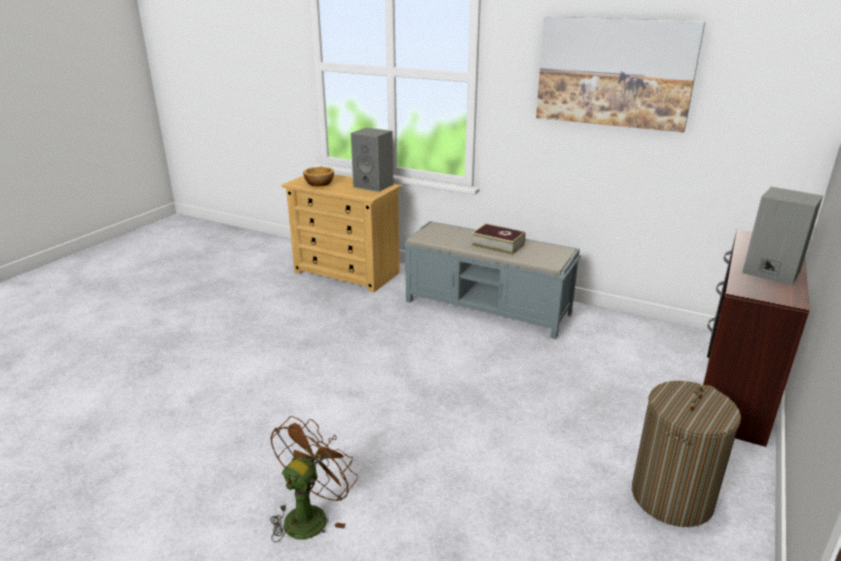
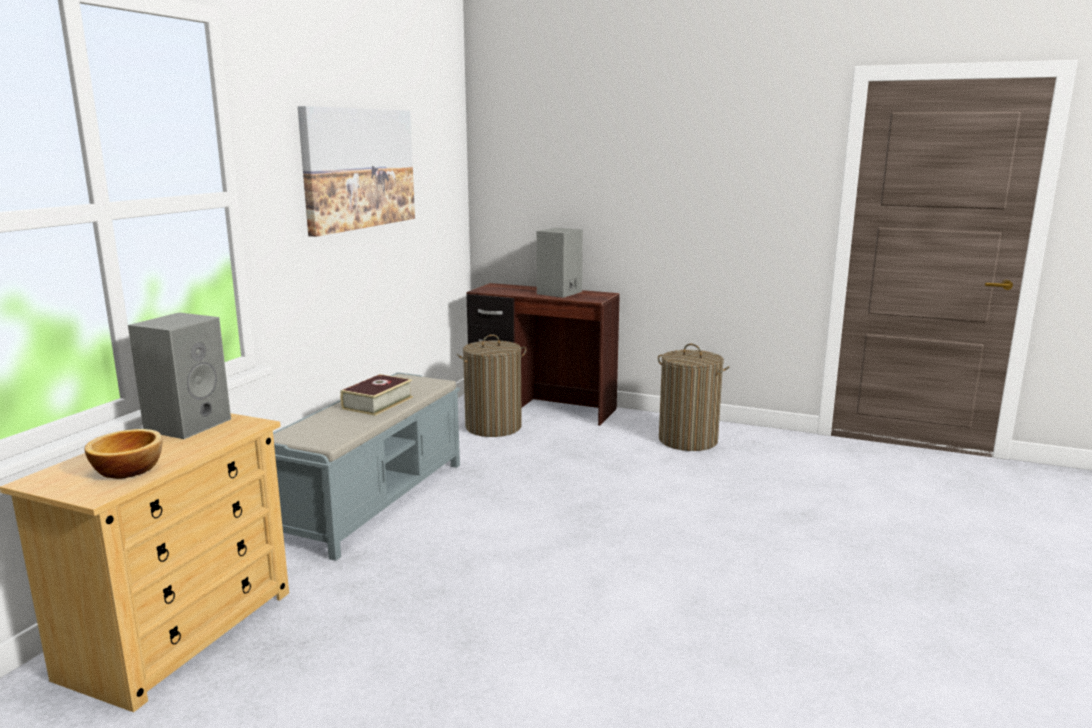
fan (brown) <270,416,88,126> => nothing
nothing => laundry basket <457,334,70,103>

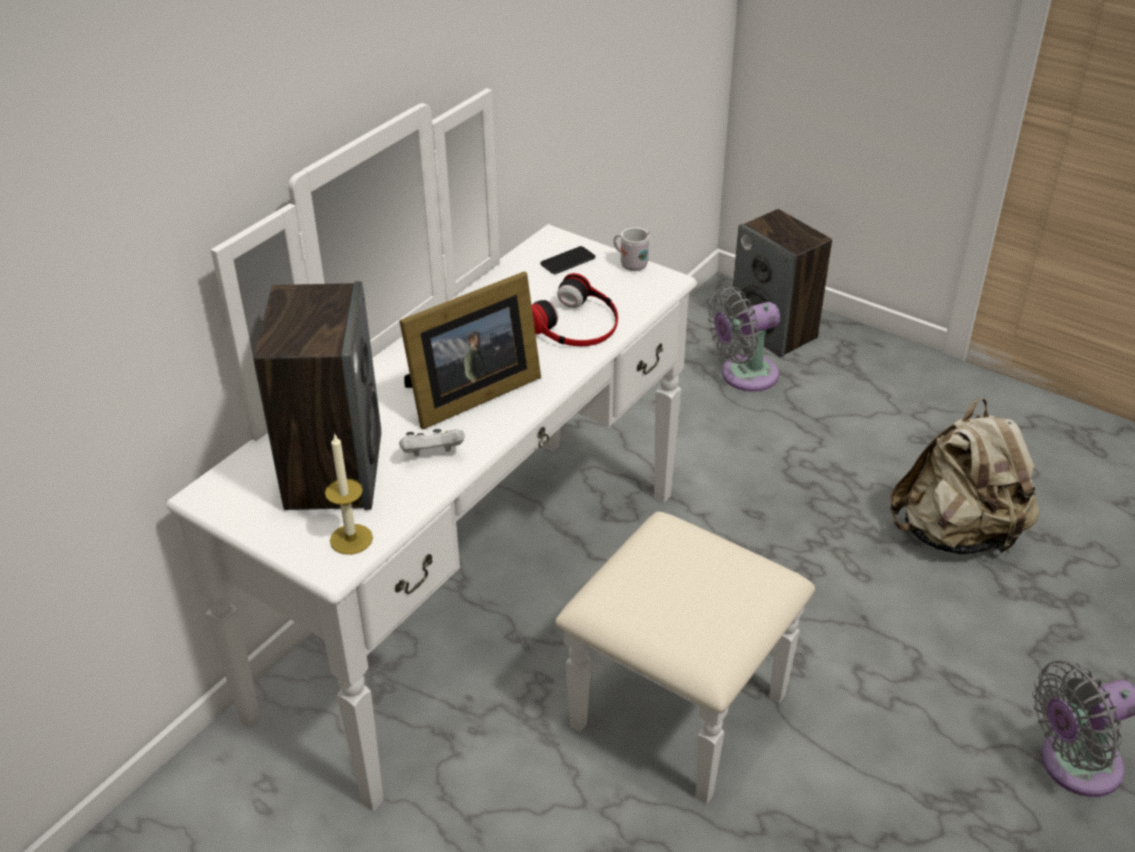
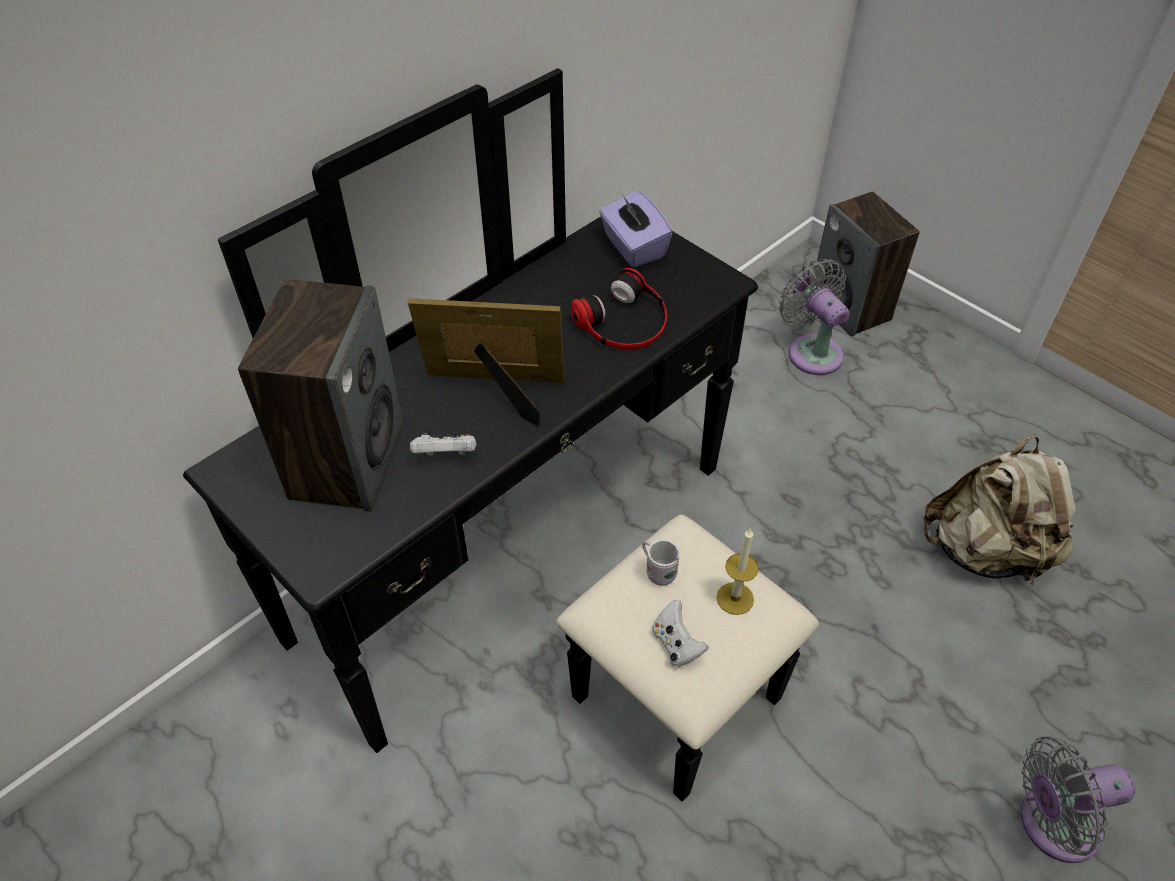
nothing => game controller (white) <653,600,56,67>
candle <325,433,48,122> => candle <716,528,43,87>, shifted
mug (white) <613,227,37,44> => mug (white) <642,539,38,47>, shifted
phone <540,246,56,28> => tissue box (purple) <599,191,74,77>
dresser (white) <166,88,649,723> => dresser (black) <183,68,636,733>
picture frame <399,271,142,158> => picture frame <408,298,157,128>, 150 degrees counterclockwise
fan (grey) <708,286,72,106> => fan (grey) <779,259,70,116>, 75 degrees clockwise

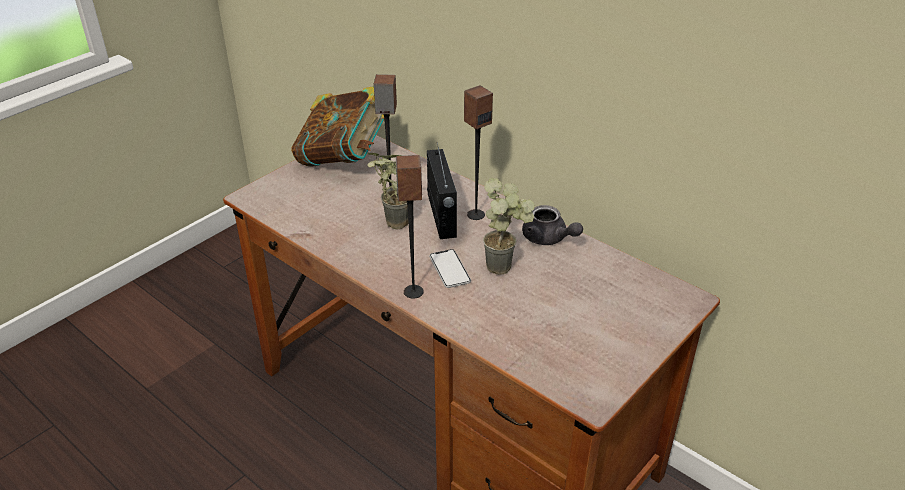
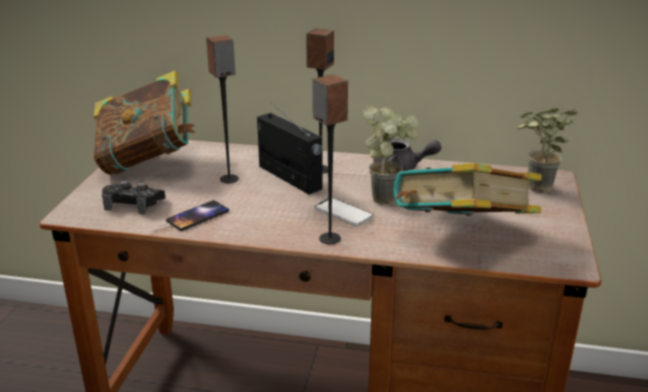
nothing => game controller (black) <102,181,63,34>
nothing => phone <166,200,63,31>
nothing => book <393,163,148,53>
potted plant <367,153,42,76> => potted plant <517,108,61,85>, shifted

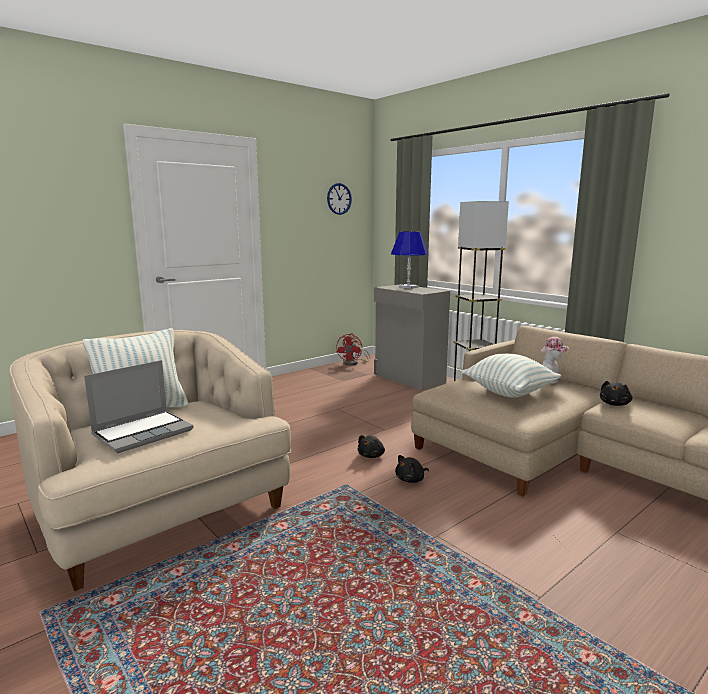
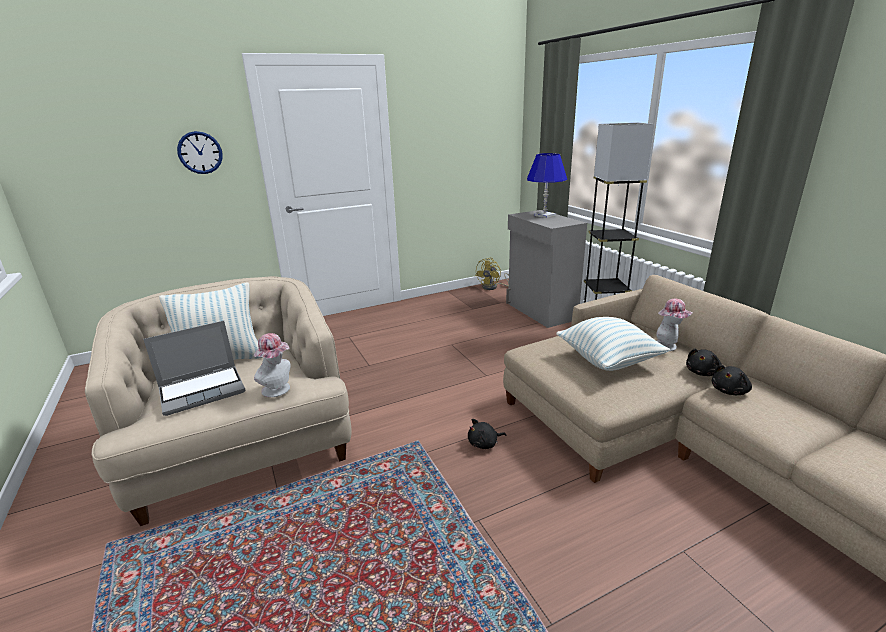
nothing => hat <254,333,37,64>
wall clock <327,183,25,32> => wall clock <177,131,46,43>, shifted
plush toy (black) <358,435,27,23> => plush toy (black) <686,348,36,28>, shifted
fan (red) <336,333,34,33> => fan (yellow) <475,258,34,32>

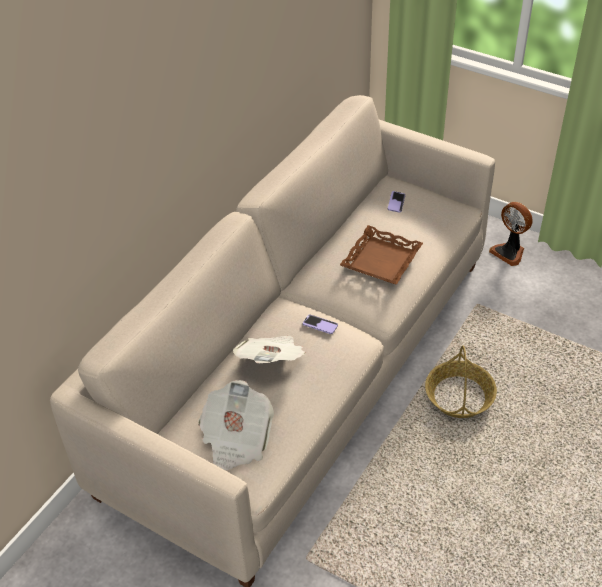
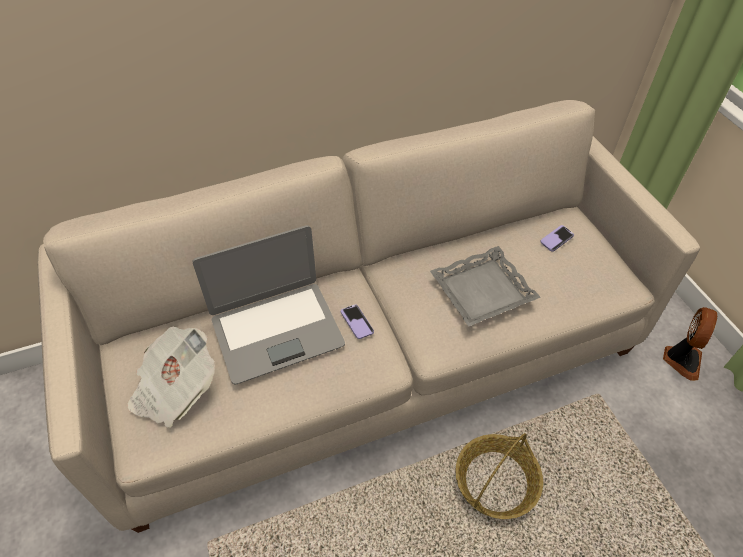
newspaper <233,335,73,28> => laptop <193,225,152,159>
tray (brown) <340,225,83,60> => tray (grey) <430,246,111,81>
fan <489,202,44,64> => fan <663,307,54,74>, 150 degrees counterclockwise

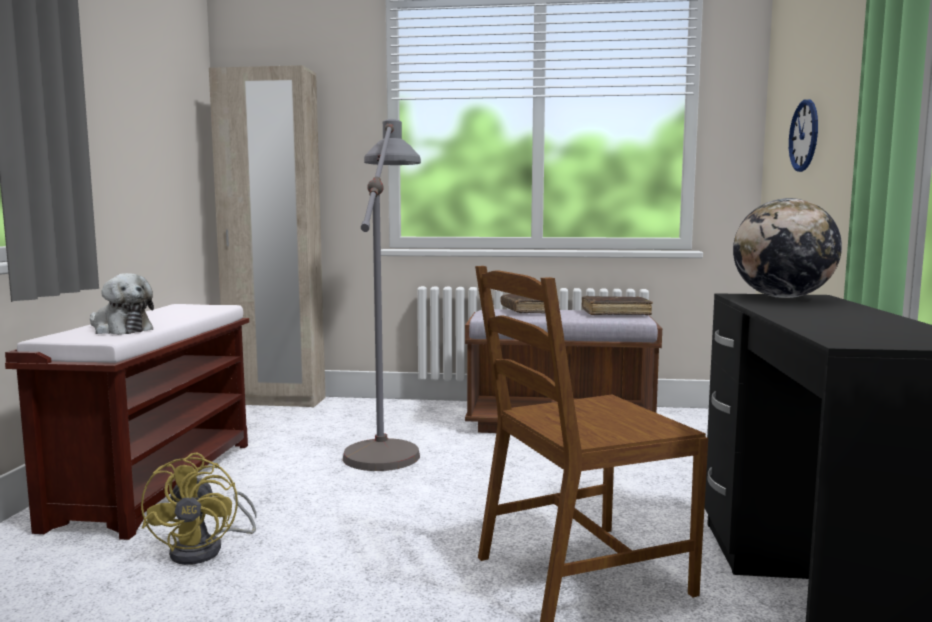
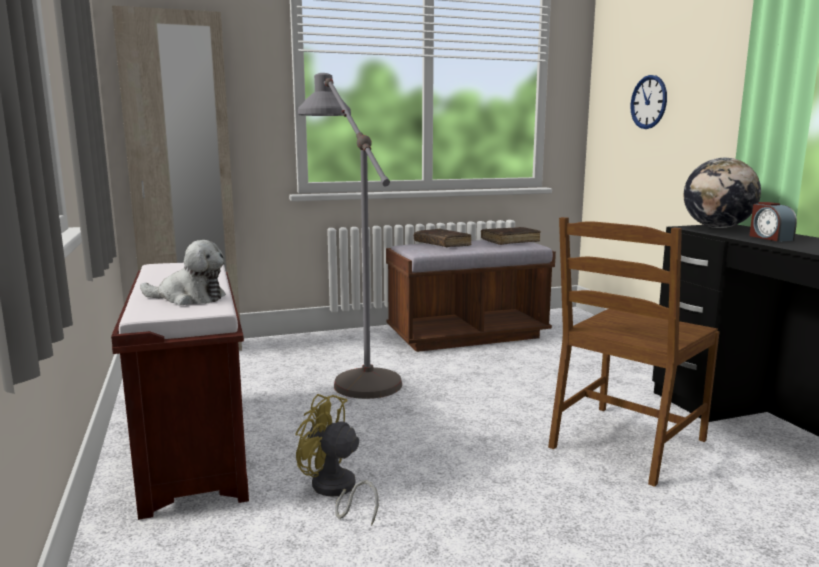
nothing => alarm clock <749,202,48,40>
fan (yellow) <141,453,116,112> => fan (yellow) <295,394,84,132>, 150 degrees clockwise

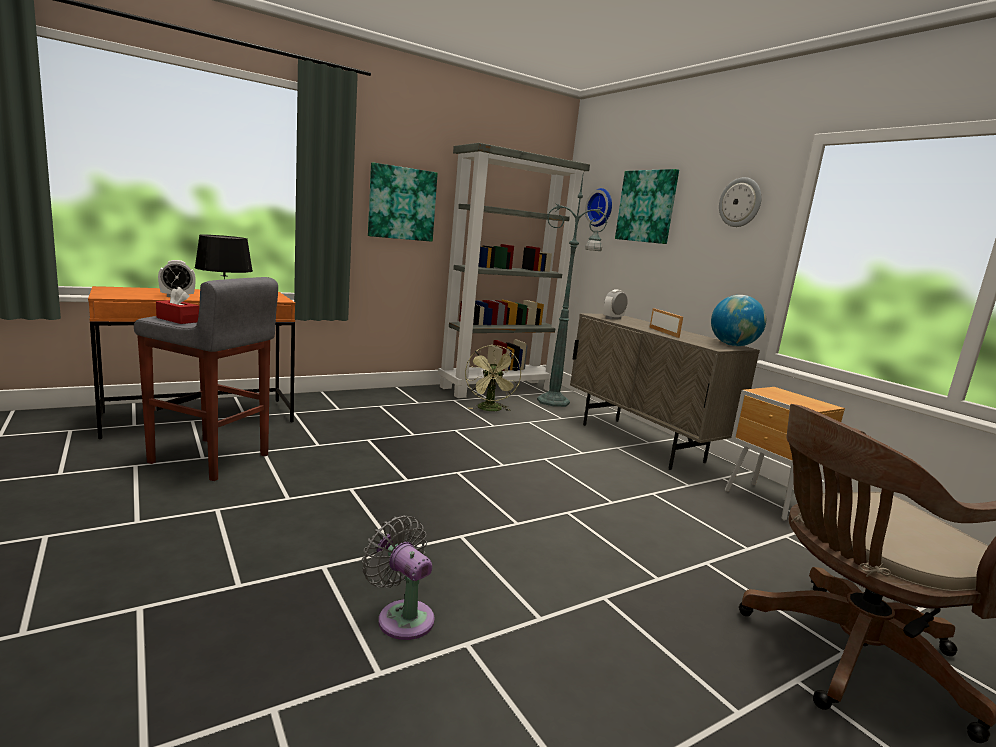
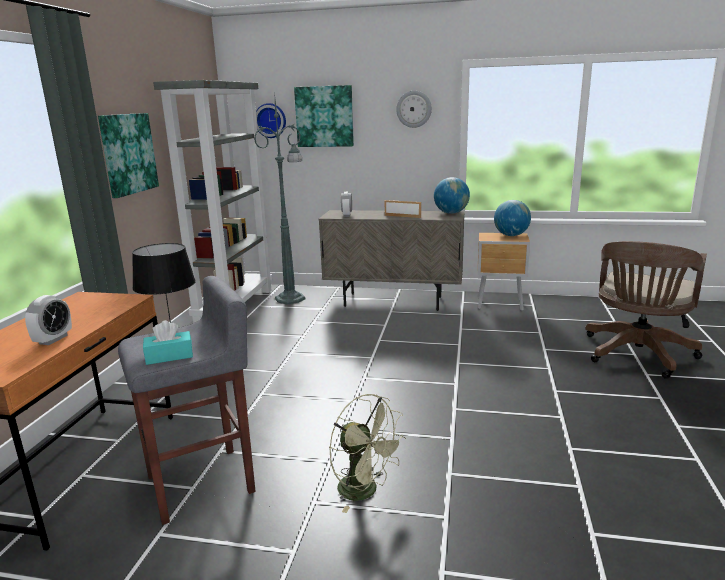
fan (grey) <362,515,73,125> => nothing
nothing => globe <494,200,37,36>
fan (green) <465,345,56,66> => fan (green) <329,394,77,119>, shifted
tissue box (red) <156,287,43,37> => tissue box (turquoise) <143,320,50,45>

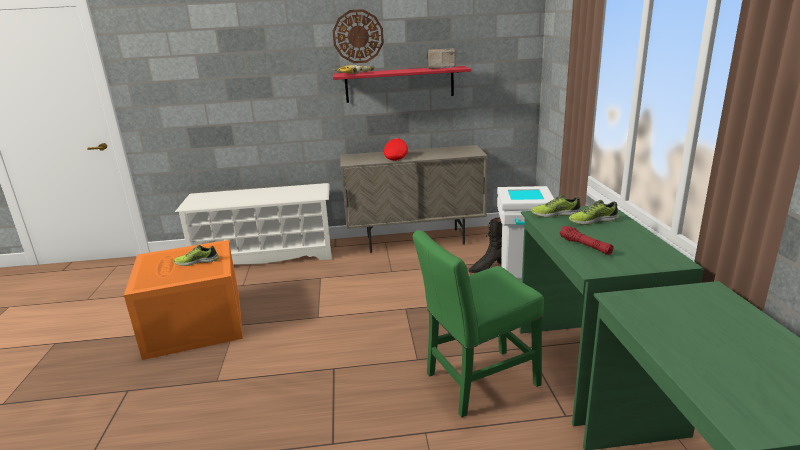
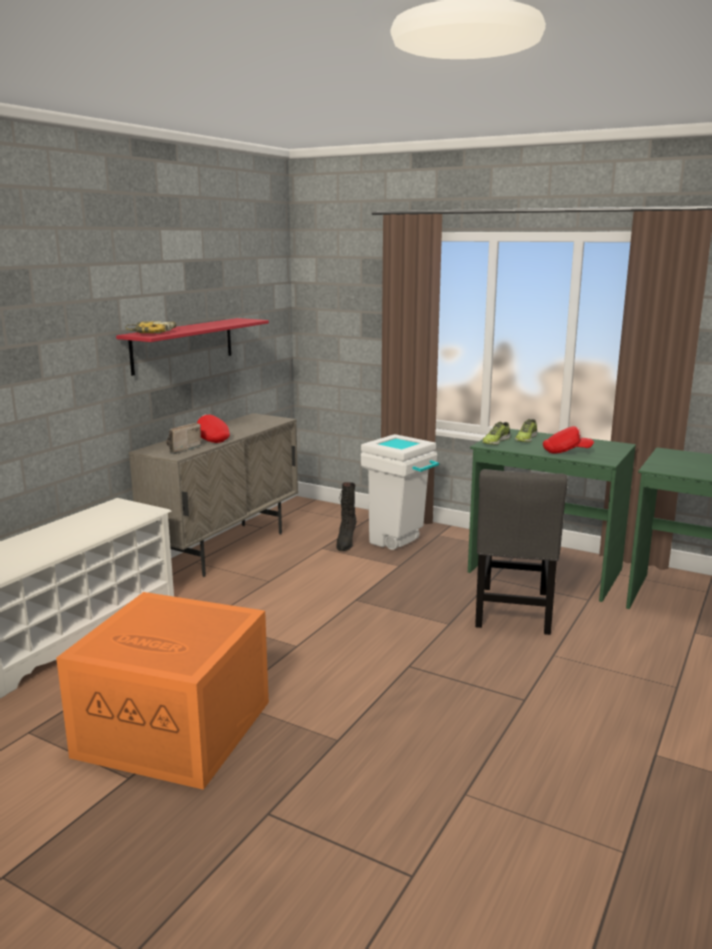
shoe <174,245,45,21> => nothing
wall clock <333,9,51,54> => nothing
radio <427,49,29,20> => radio <167,423,35,31>, shifted
flashlight (red) <559,226,54,29> => cap (red) <543,426,51,27>
chair (green) <413,230,131,187> => chair (grey) <475,469,93,166>

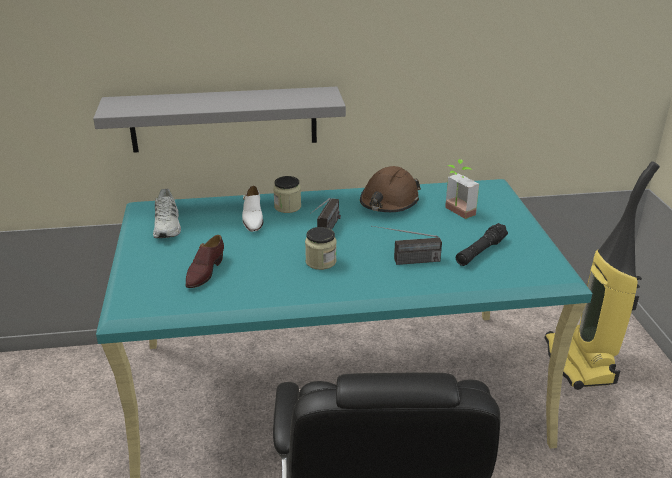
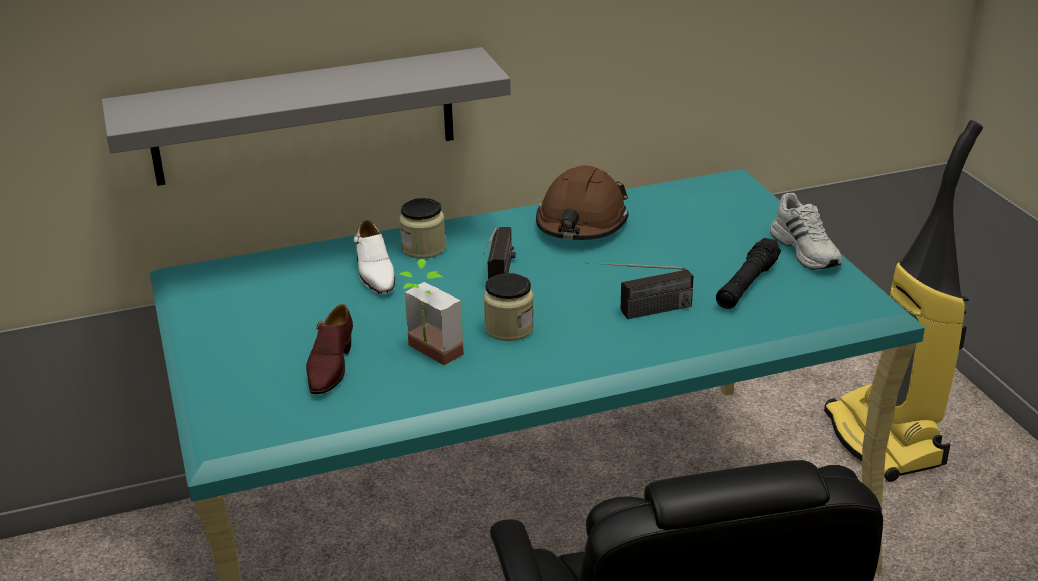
shoe (white) <153,189,28,49> => shoe (white) <770,193,72,77>, shifted
potted plant <445,159,34,60> => potted plant <398,259,66,106>, shifted

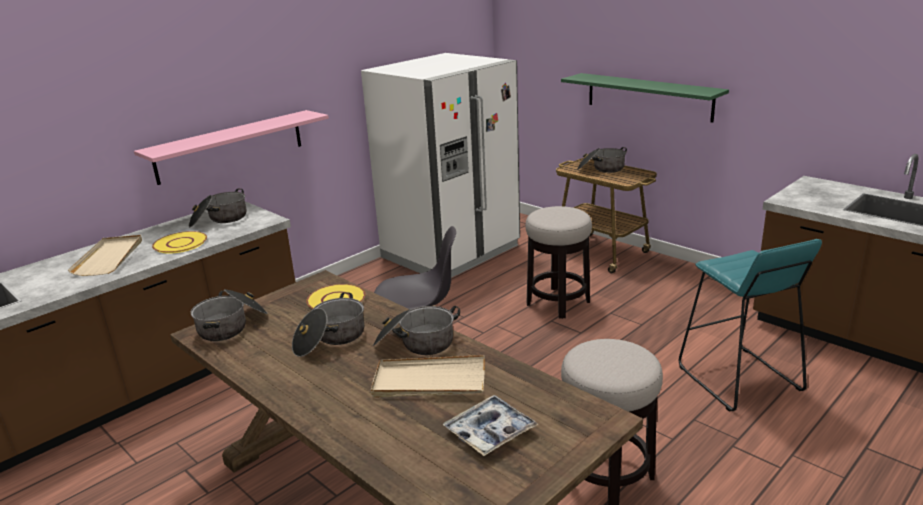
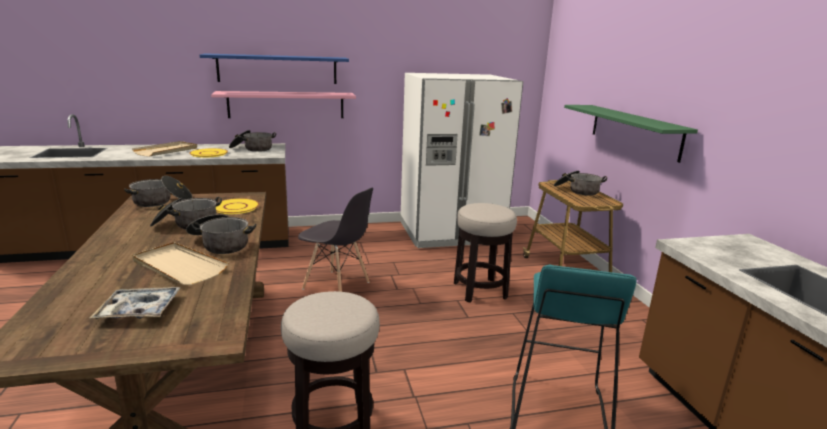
nothing => shelf (blue) <199,53,150,31>

